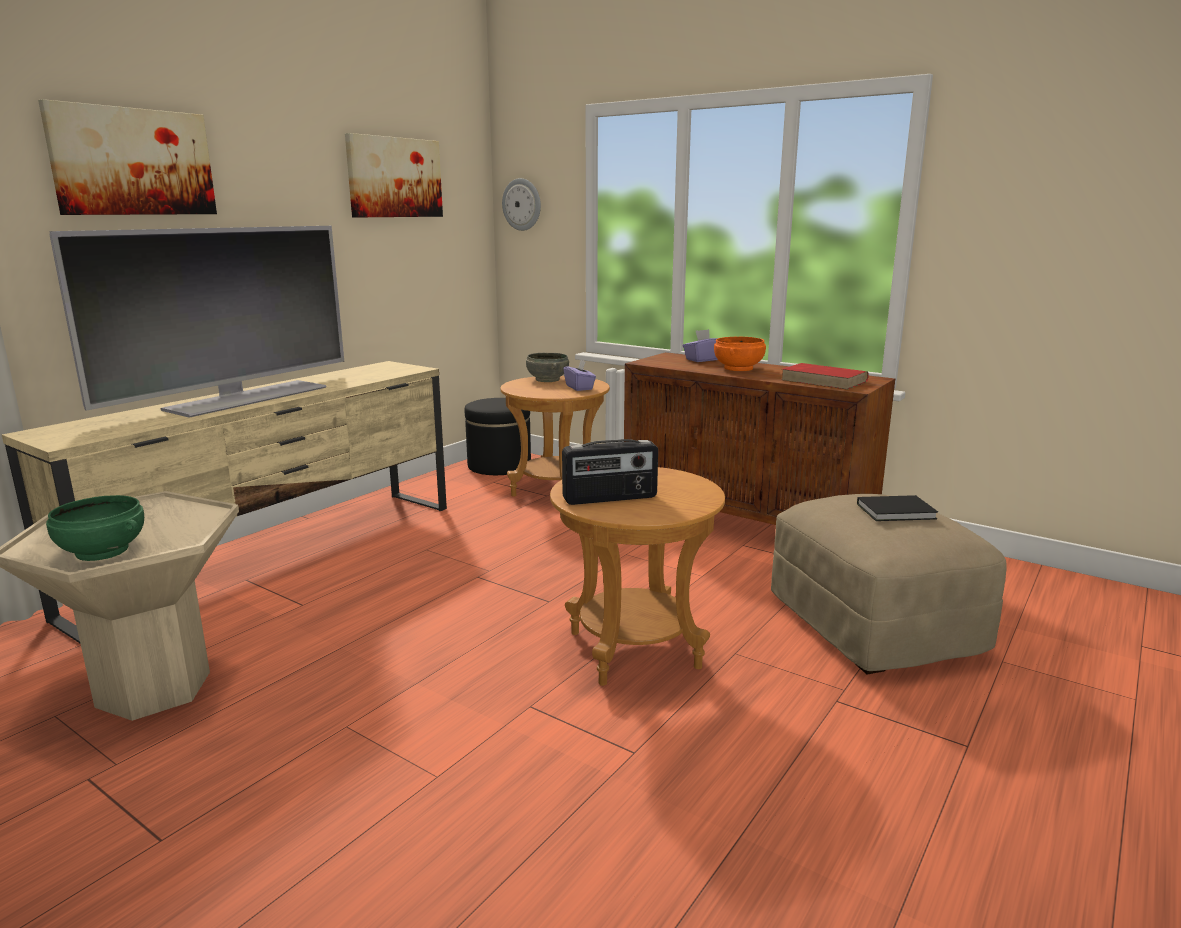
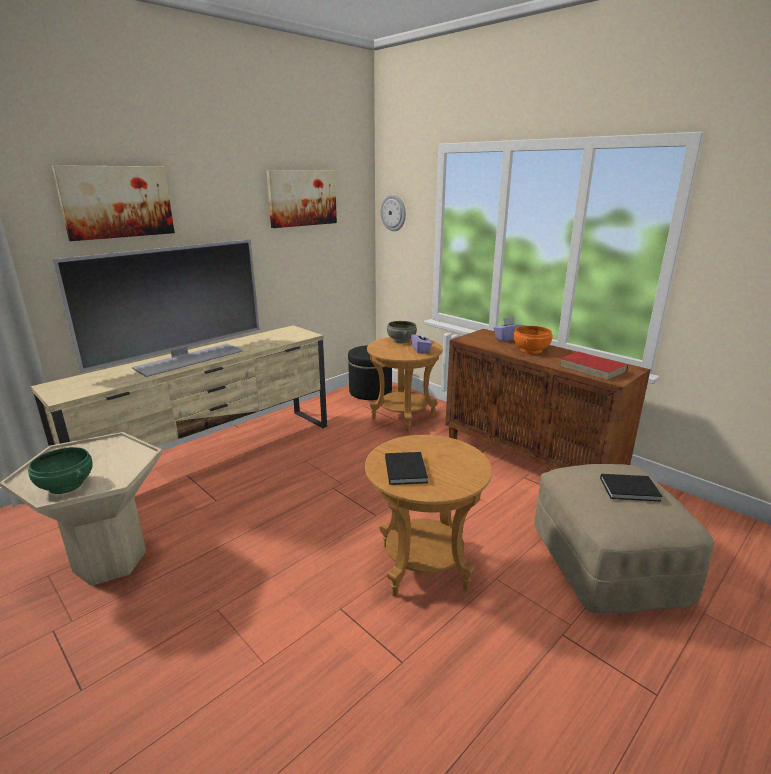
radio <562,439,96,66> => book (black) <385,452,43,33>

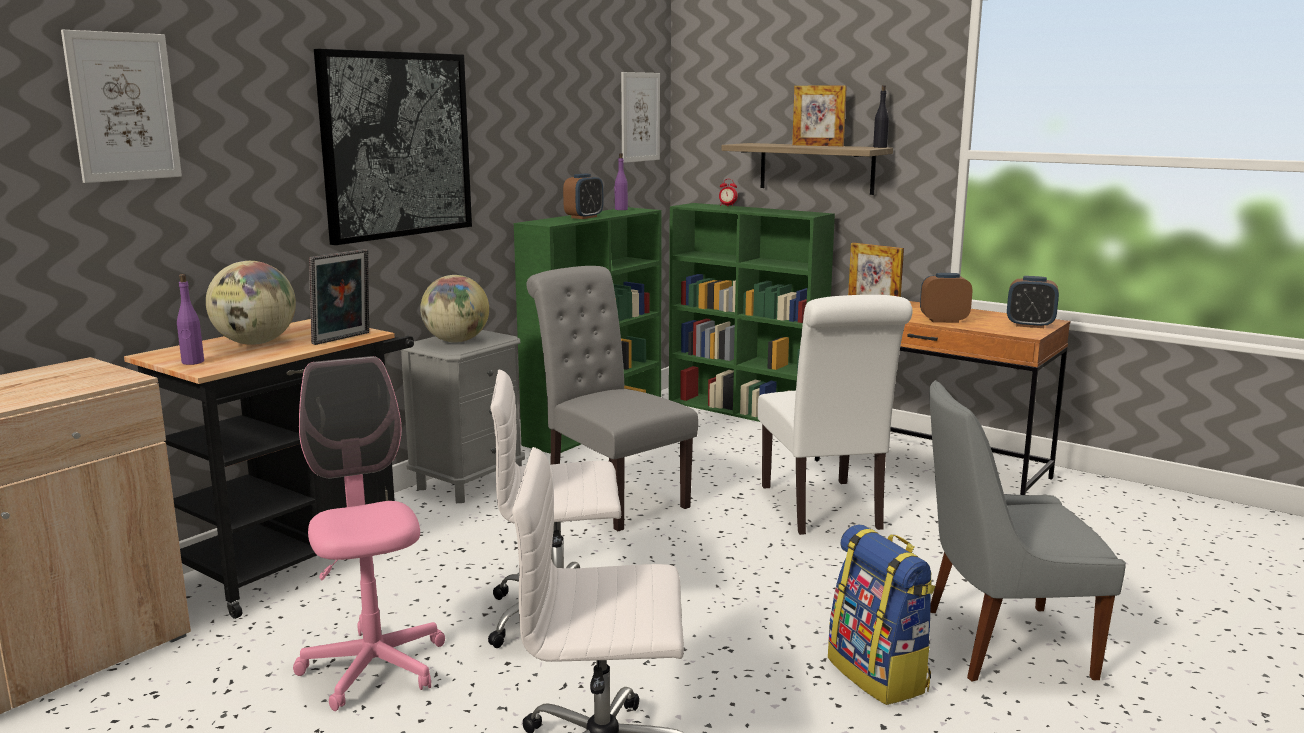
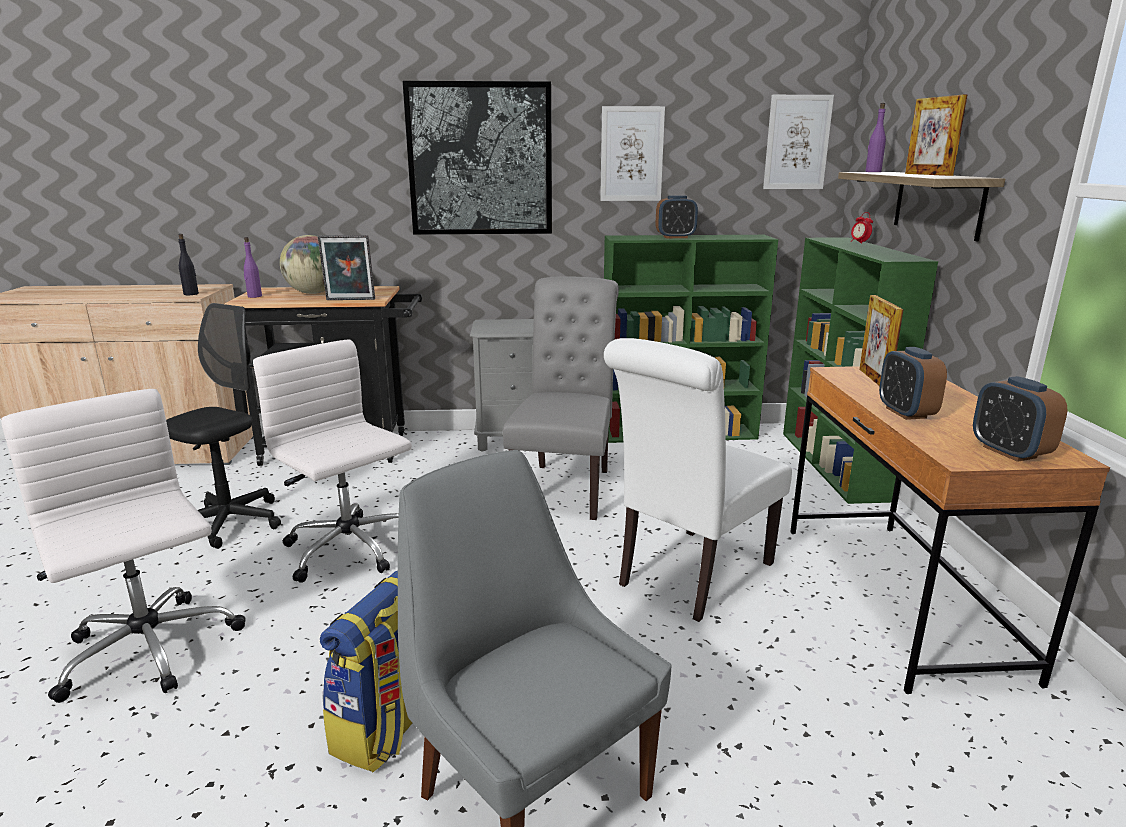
globe <420,275,69,68> => nothing
picture <61,30,121,153> => picture <600,106,65,95>, shifted
bottle (purple) <614,153,14,57> => bottle (purple) <865,103,21,69>, shifted
bottle (black) <873,85,16,63> => bottle (black) <178,234,21,61>, shifted
office chair (pink) <293,356,152,355> => office chair (black) <166,303,115,246>
alarm clock <920,273,52,50> => alarm clock <879,347,68,73>, 150 degrees counterclockwise

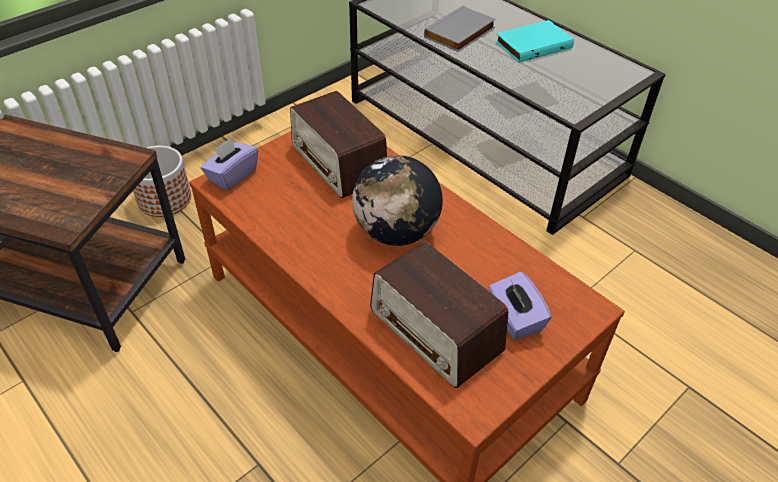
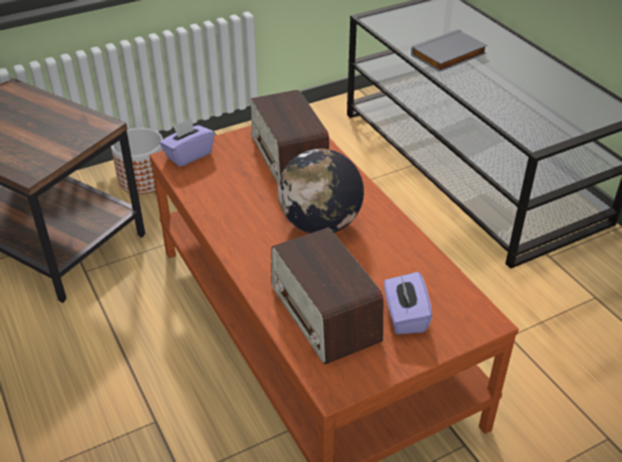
book (turquoise) <495,20,79,43> => nothing

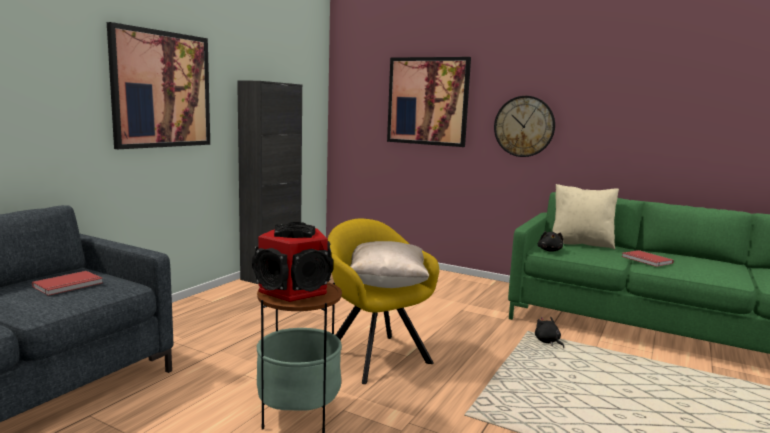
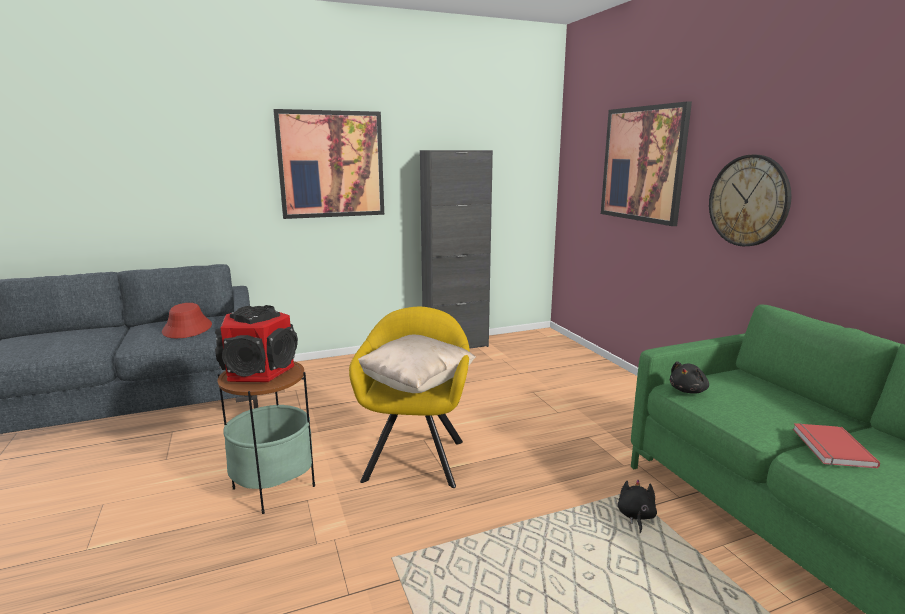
pillow (beige) <553,184,66,65> => nothing
book (red) <32,271,71,25> => hat (red) <162,303,50,35>

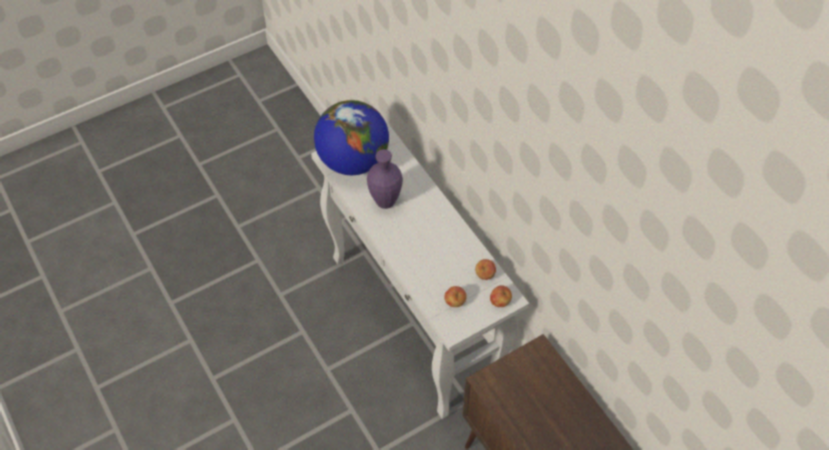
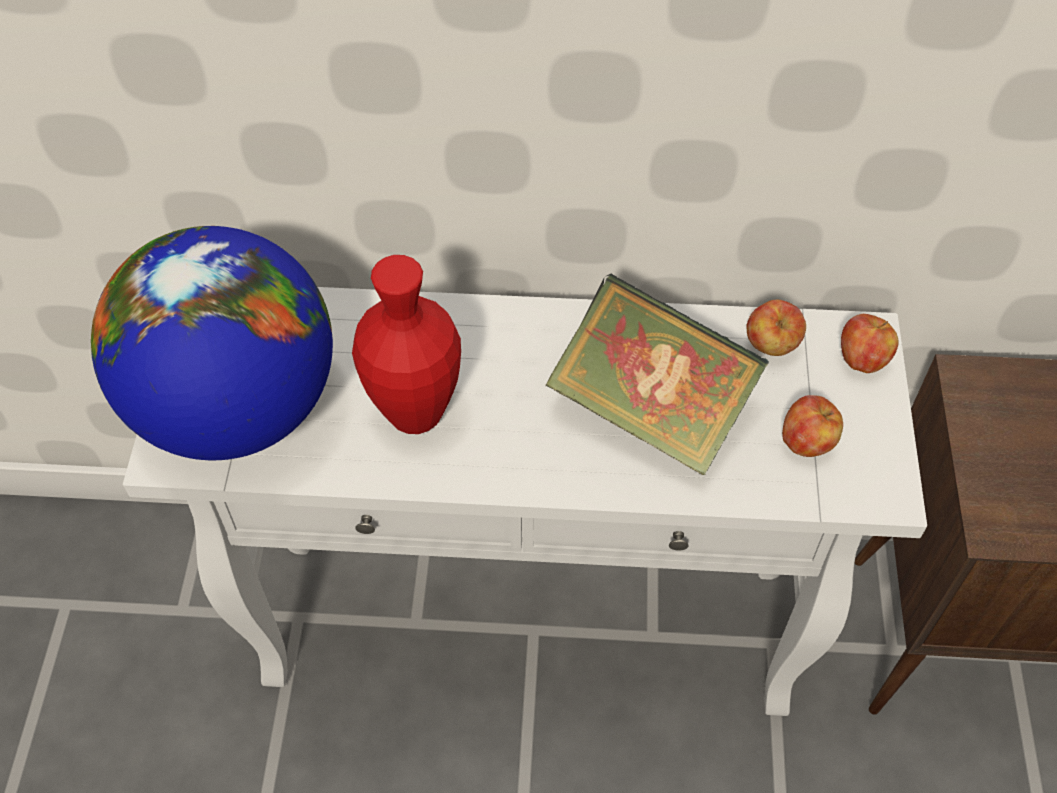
nothing => book <545,273,224,202>
vase (purple) <367,149,36,60> => vase (red) <352,255,109,179>

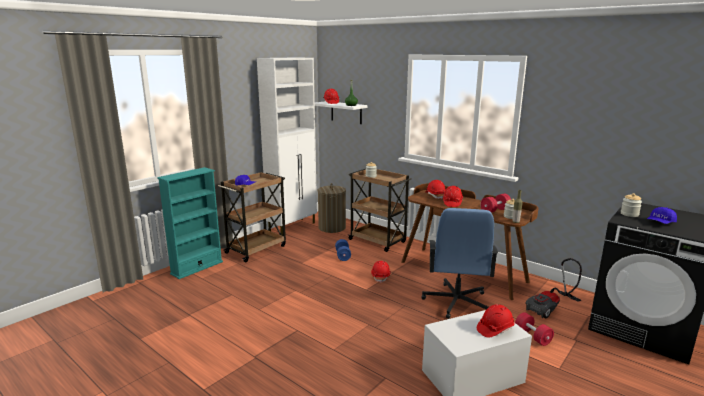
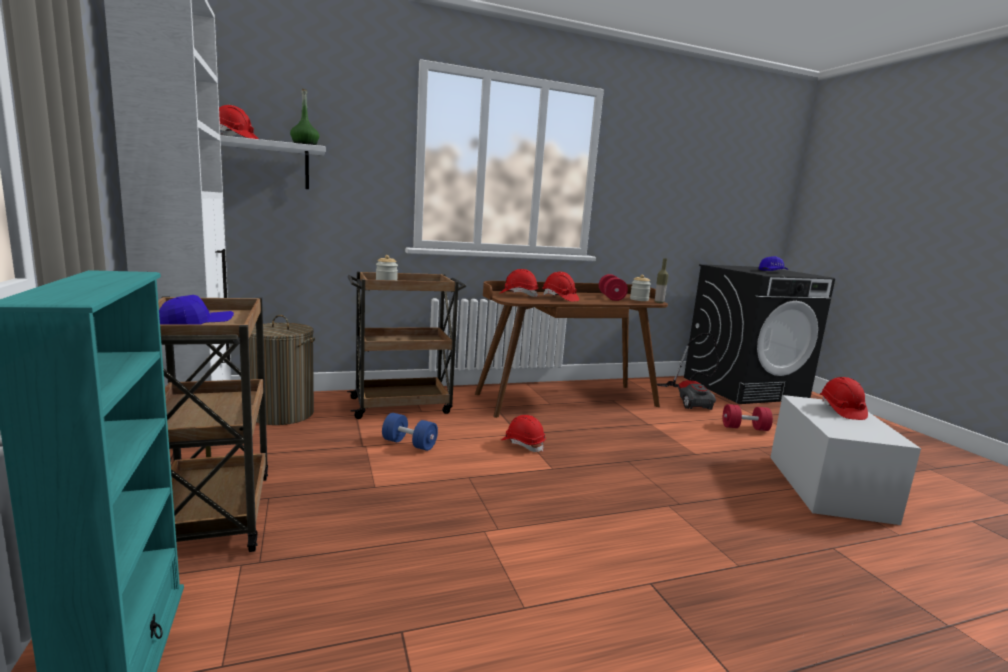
office chair (blue) <421,208,77,111> => nothing
jar <621,193,21,24> => nothing

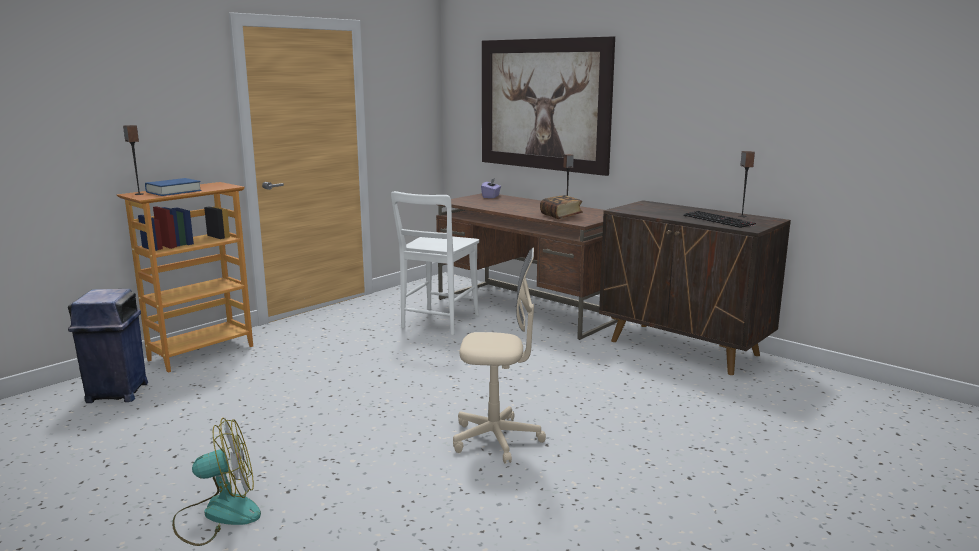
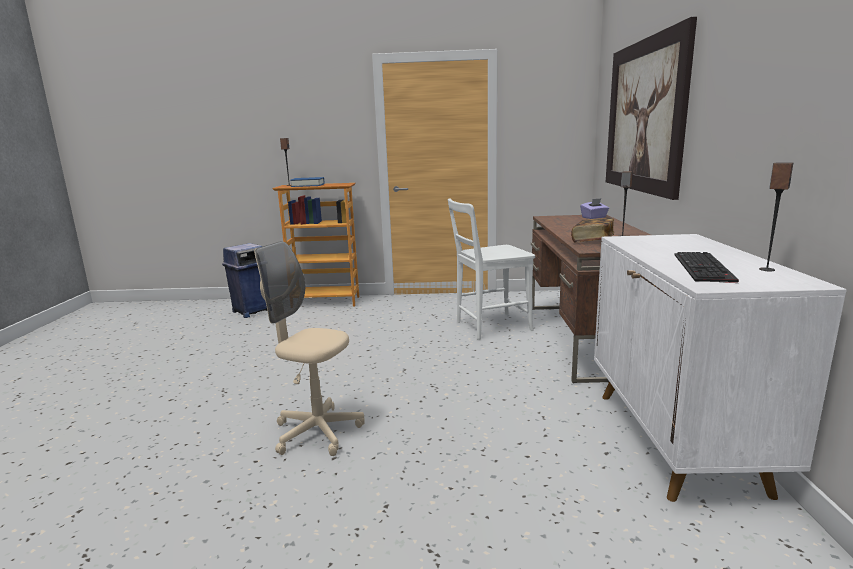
fan <172,418,89,128> => nothing
cabinet (brown) <599,200,192,175> => cabinet (white) <594,234,253,268>
office chair (beige) <453,248,93,215> => office chair (beige) <254,241,111,215>, 150 degrees clockwise

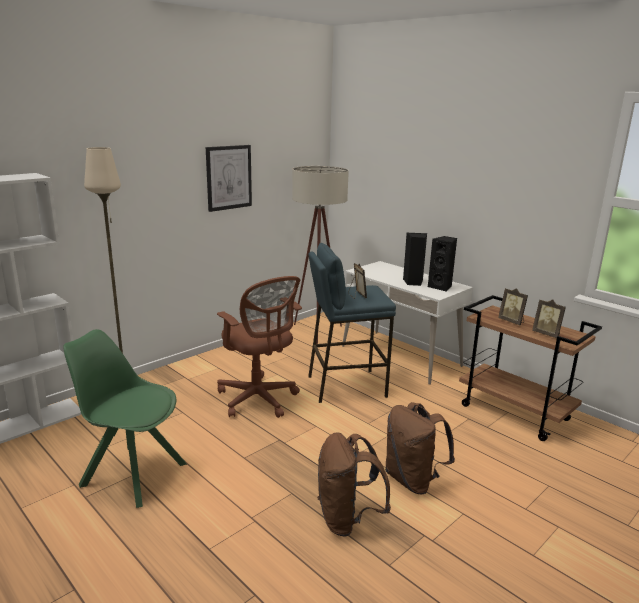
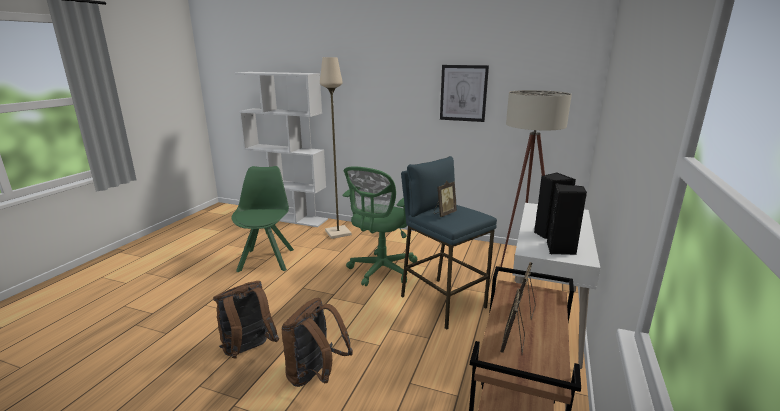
office chair (brown) <217,276,85,142> => office chair (green) <342,167,75,119>

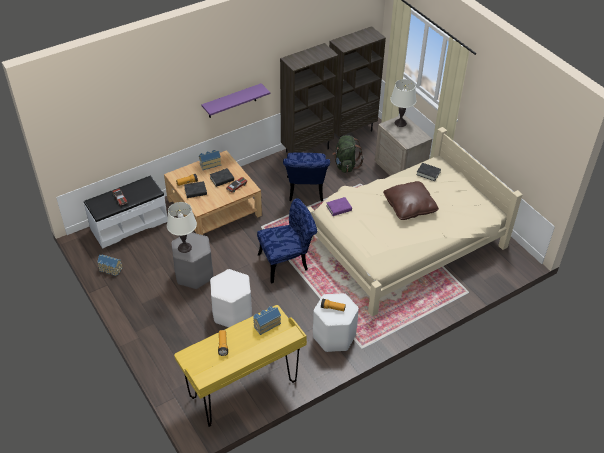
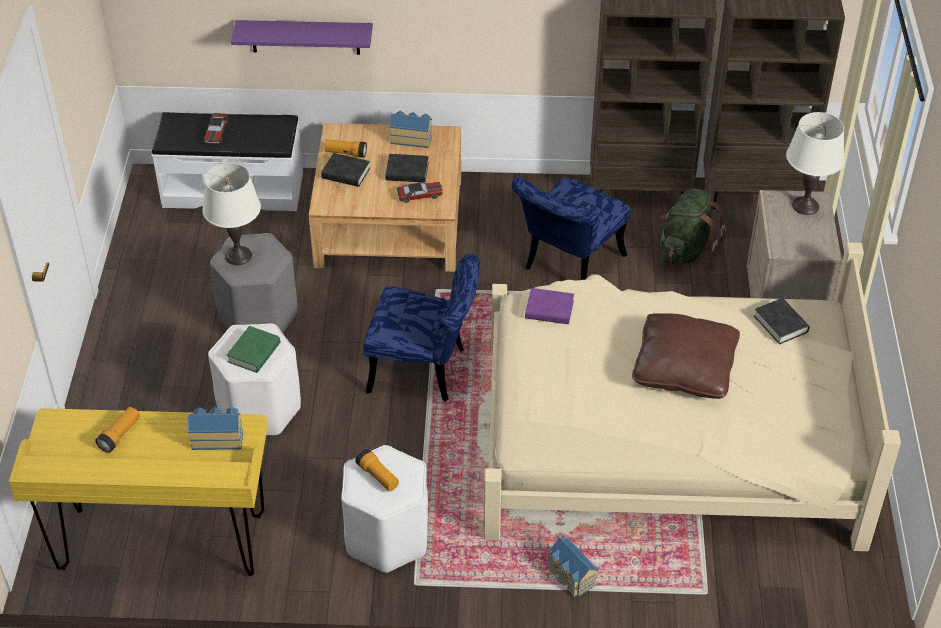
nothing => book (green) <226,326,54,47>
toy house <97,255,26,21> => toy house <548,537,50,60>, shifted
shelf (purple) <202,83,68,35> => shelf (purple) <231,20,142,35>, shifted

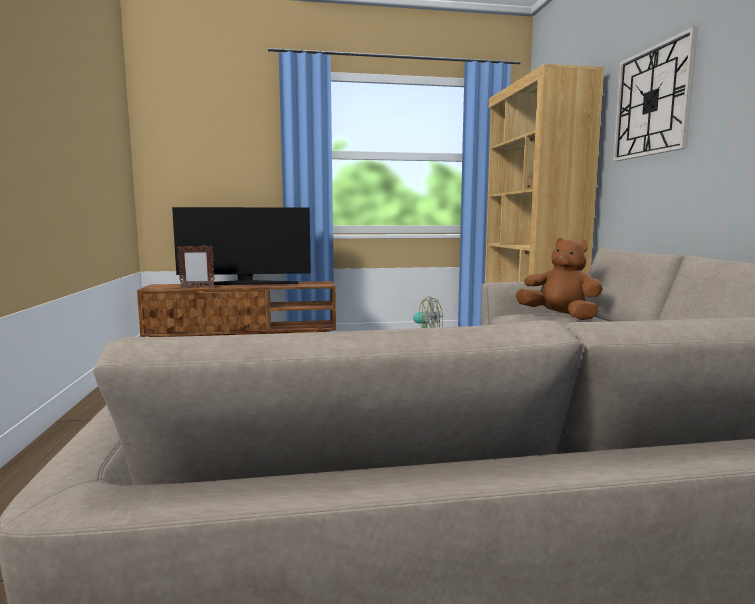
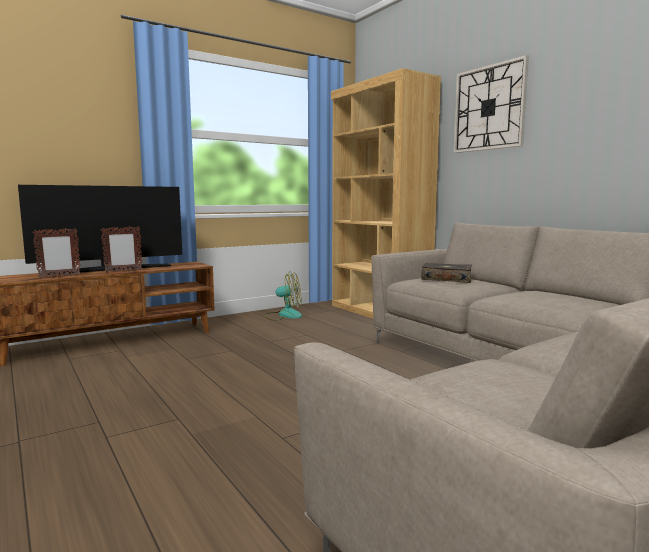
nothing => picture frame <101,226,42,47>
plush toy (brown) <516,238,87,82> => book <422,263,50,20>

